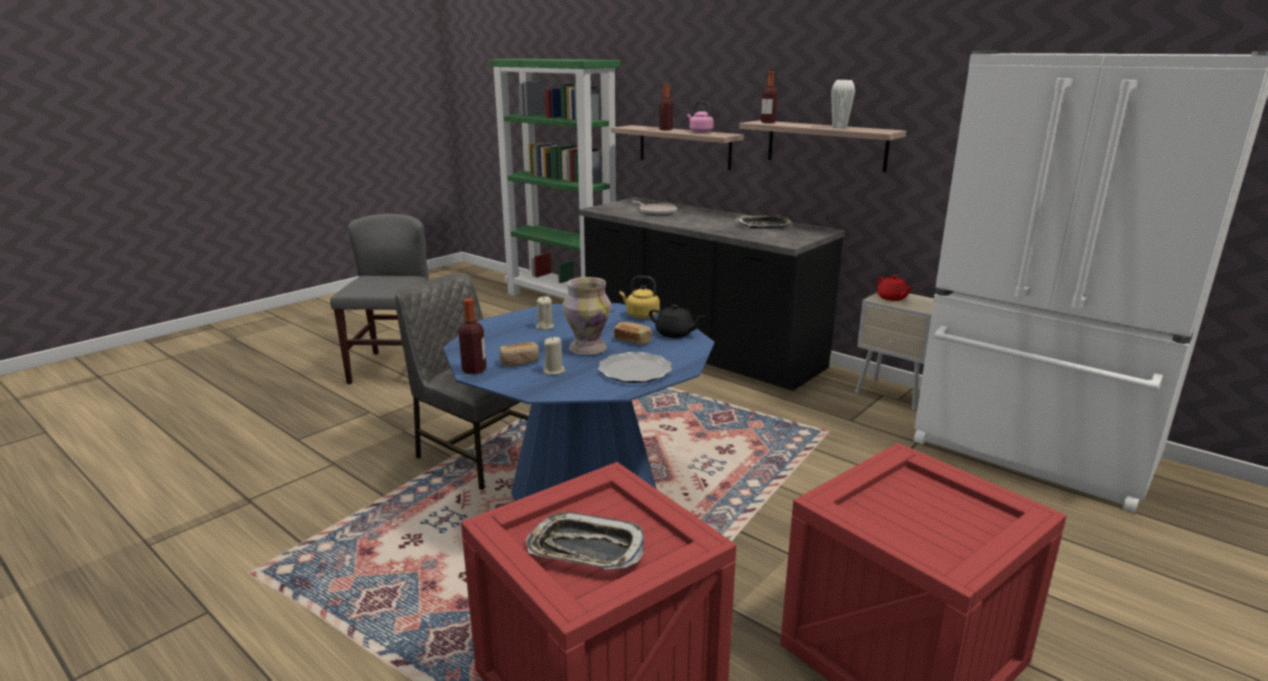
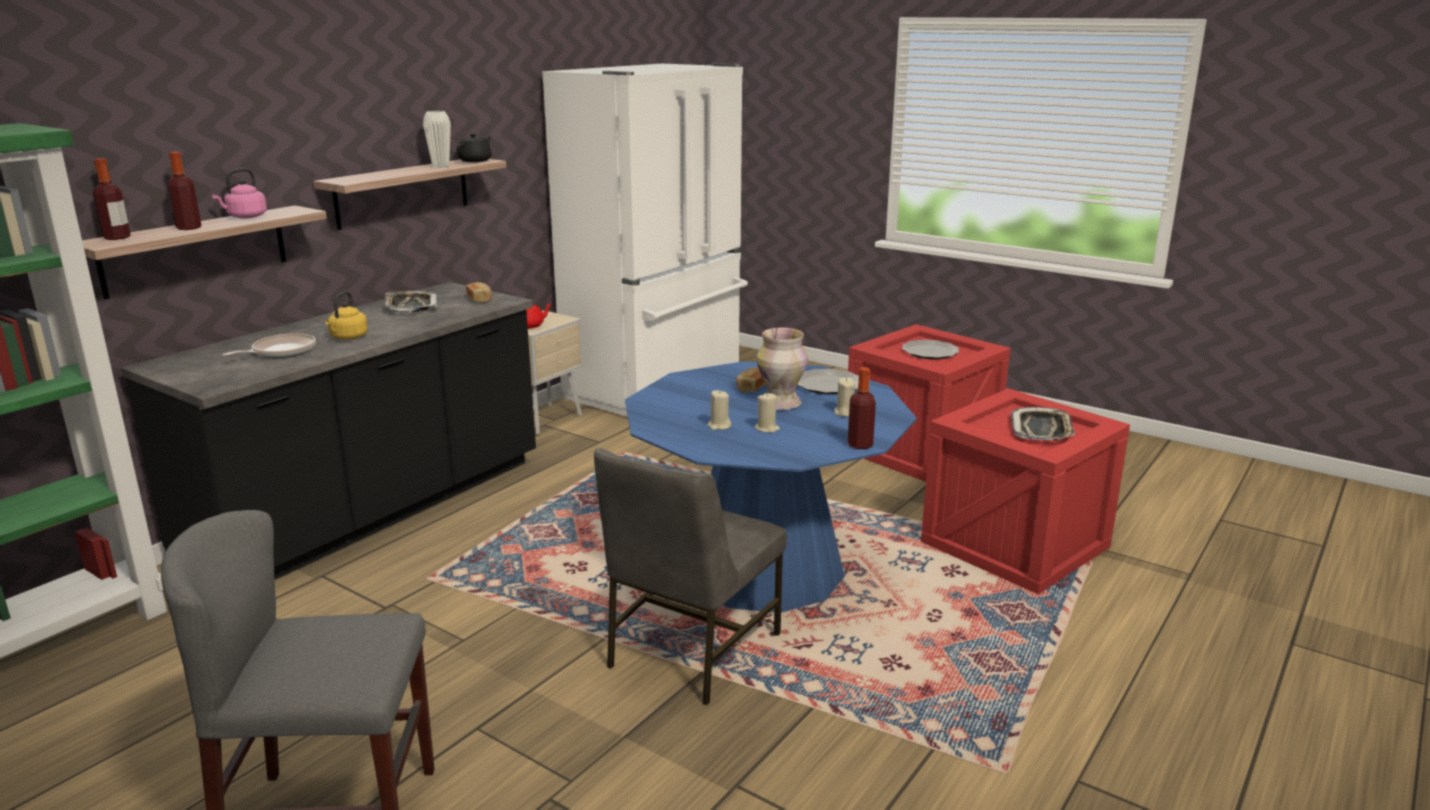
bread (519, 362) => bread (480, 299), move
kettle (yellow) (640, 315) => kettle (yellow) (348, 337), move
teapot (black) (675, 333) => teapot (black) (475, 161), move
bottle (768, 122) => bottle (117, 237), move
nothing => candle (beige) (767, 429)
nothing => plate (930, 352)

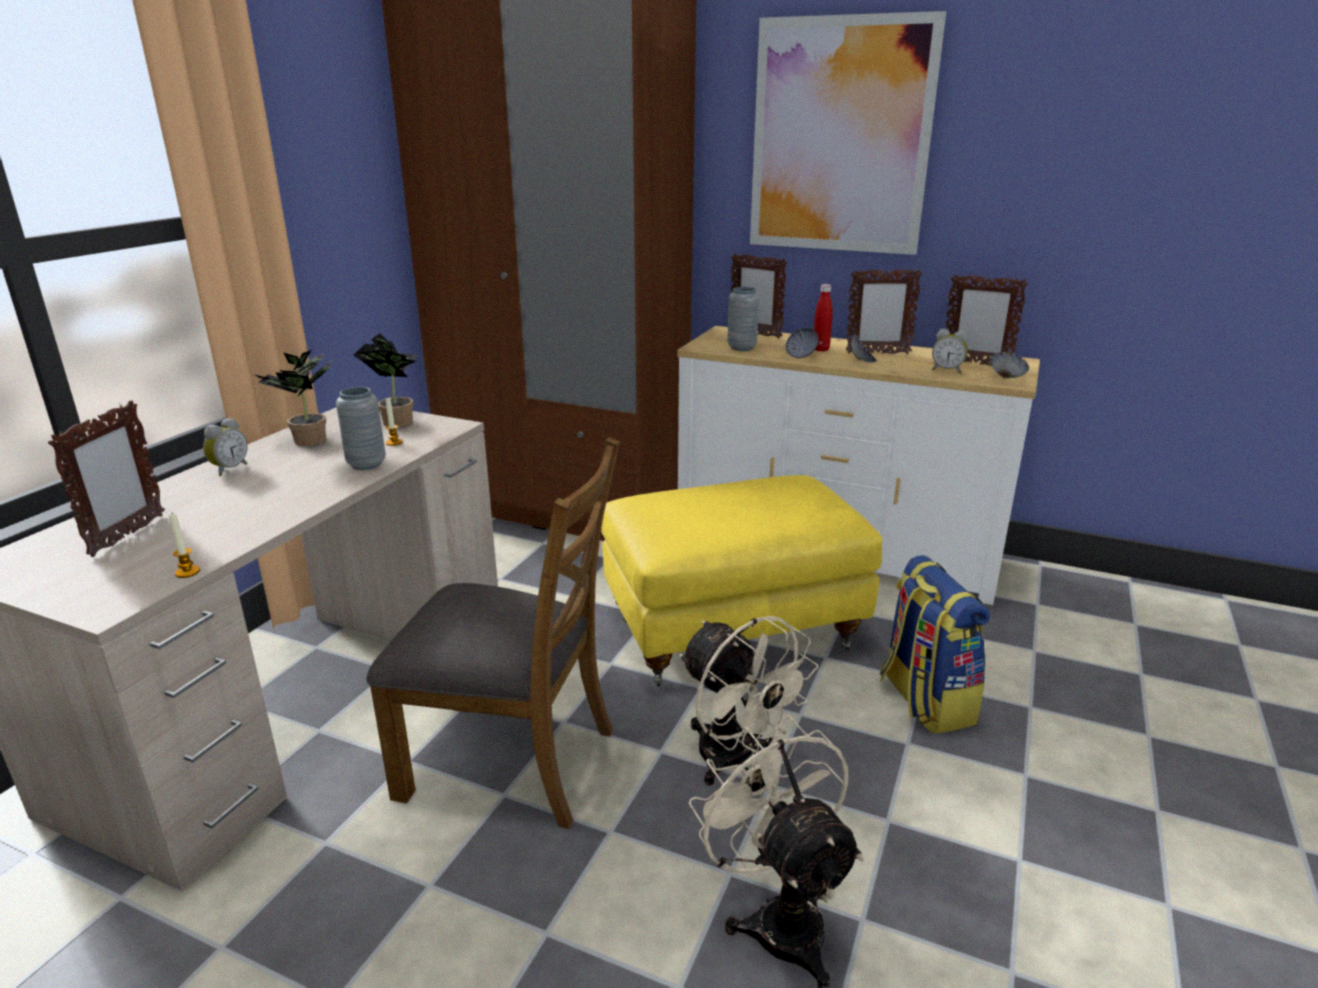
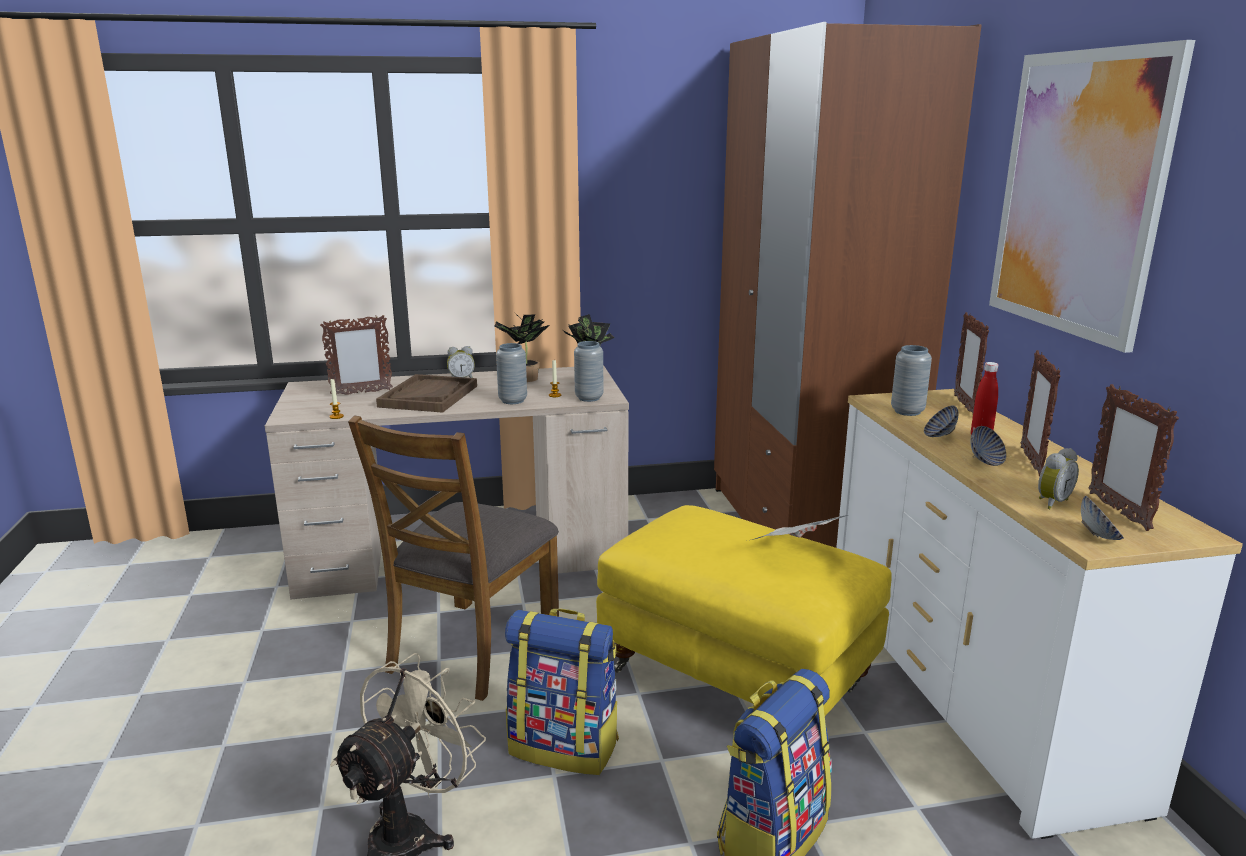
chair (brown) (511, 761) => chair (brown) (472, 647), 45 degrees clockwise
fan (beige) (735, 761) => backpack (565, 746)
picture frame (877, 353) => picture frame (1031, 461), 45 degrees clockwise
alarm clock (947, 370) => alarm clock (1051, 502), 120 degrees counterclockwise
nothing => tray (brown) (428, 396)
nothing => vase (grey) (589, 398)
nothing => newspaper (793, 552)

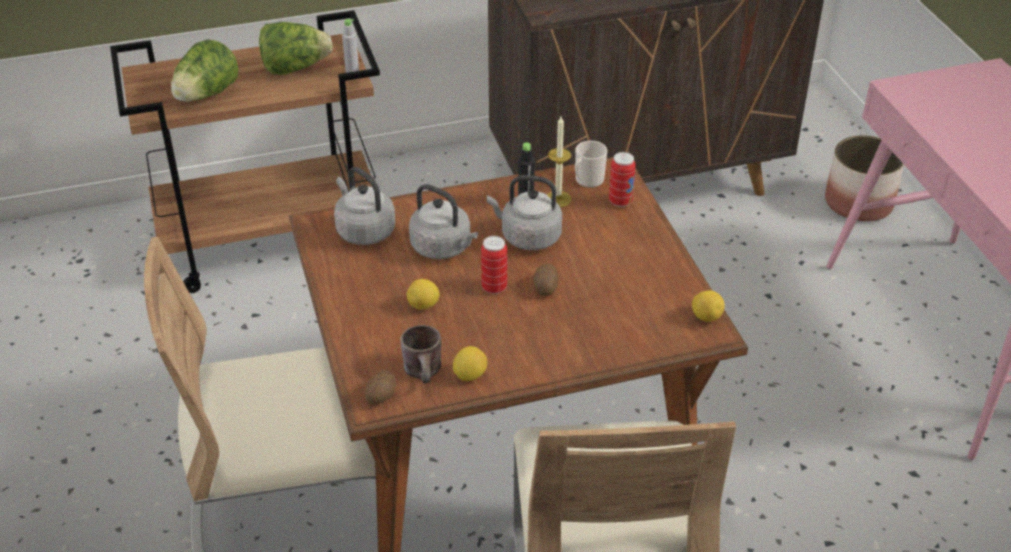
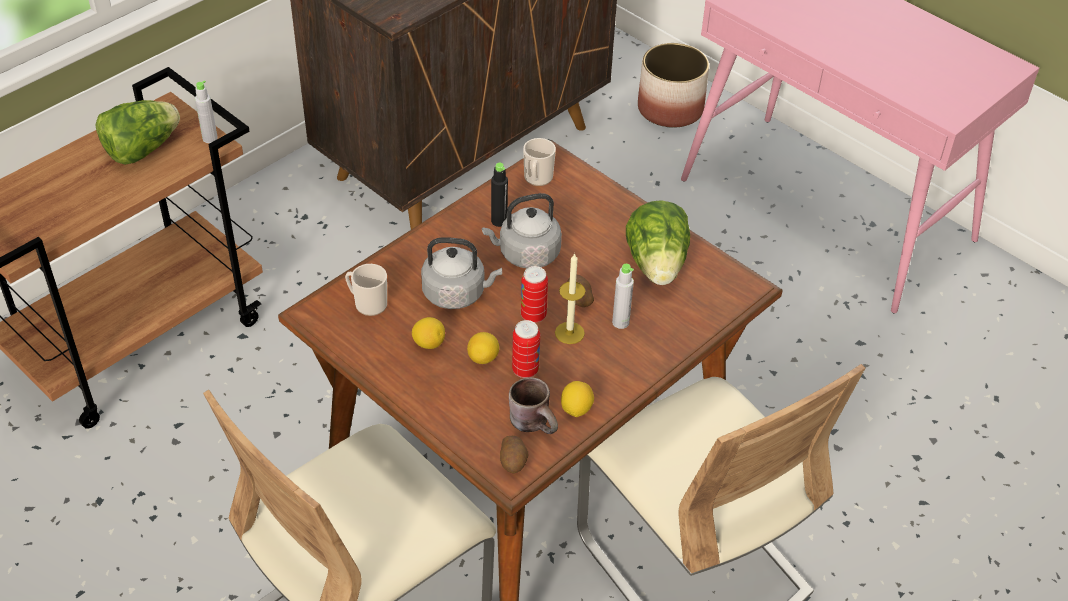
lettuce (207, 95) => lettuce (657, 265), move
kettle (grey) (363, 230) => mug (367, 303)
candle (558, 199) => candle (569, 333), move
can (620, 201) => can (525, 370), move
lemon (706, 317) => lemon (429, 343), move
nothing => bottle (grey) (620, 322)

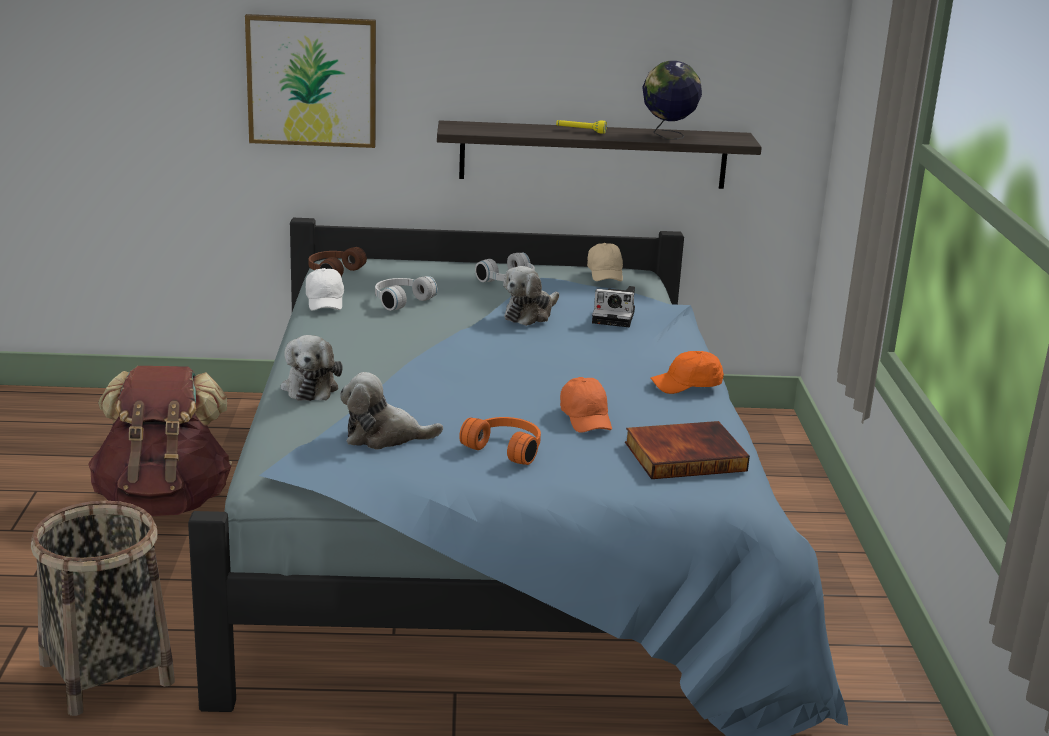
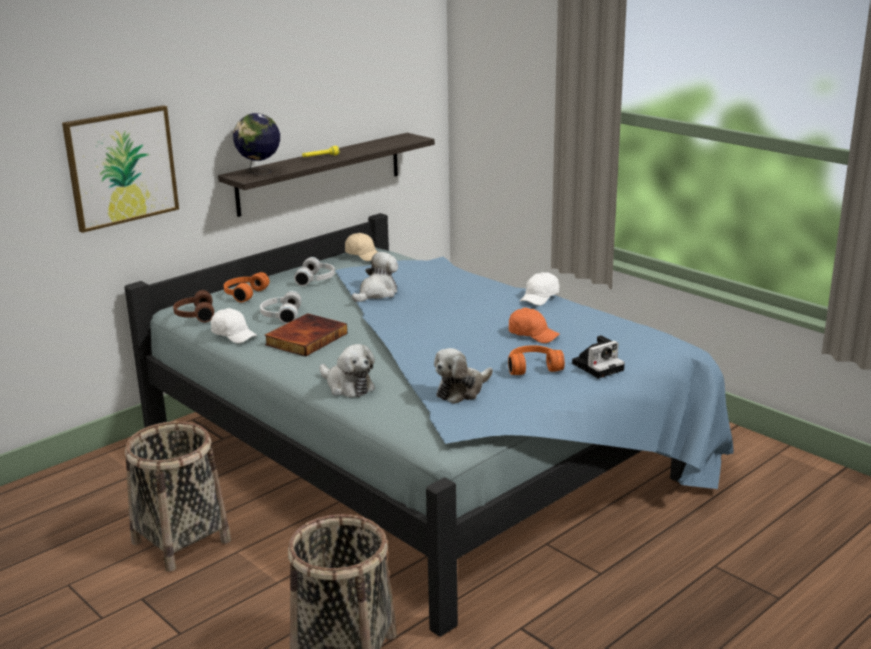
backpack (brown) (164, 502) => basket (181, 541)
plush toy (530, 314) => plush toy (377, 293), 135 degrees counterclockwise
photo camera (615, 317) => photo camera (598, 366), move
book (685, 455) => book (305, 338), move
globe (668, 136) => globe (259, 172), move
cap (orange) (687, 385) => cap (white) (540, 298)
nothing => headphones (orange) (243, 294)

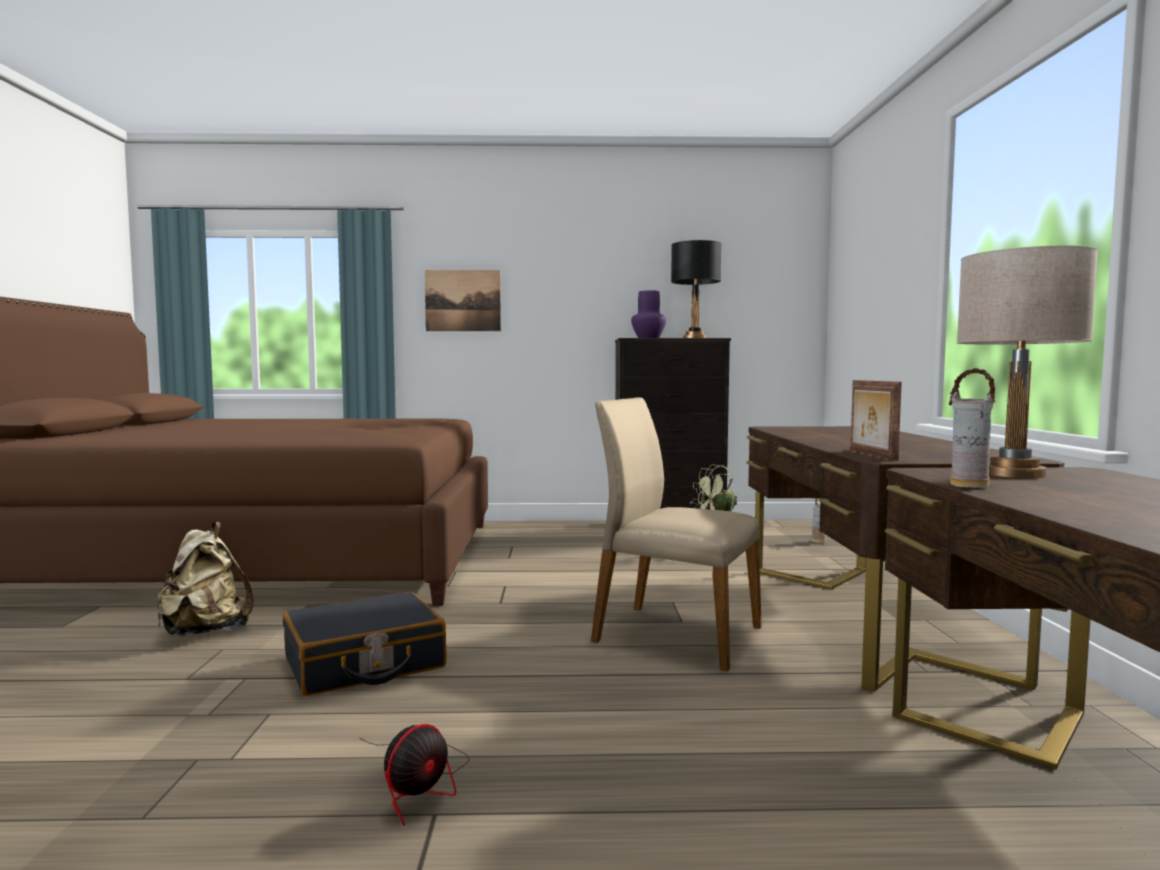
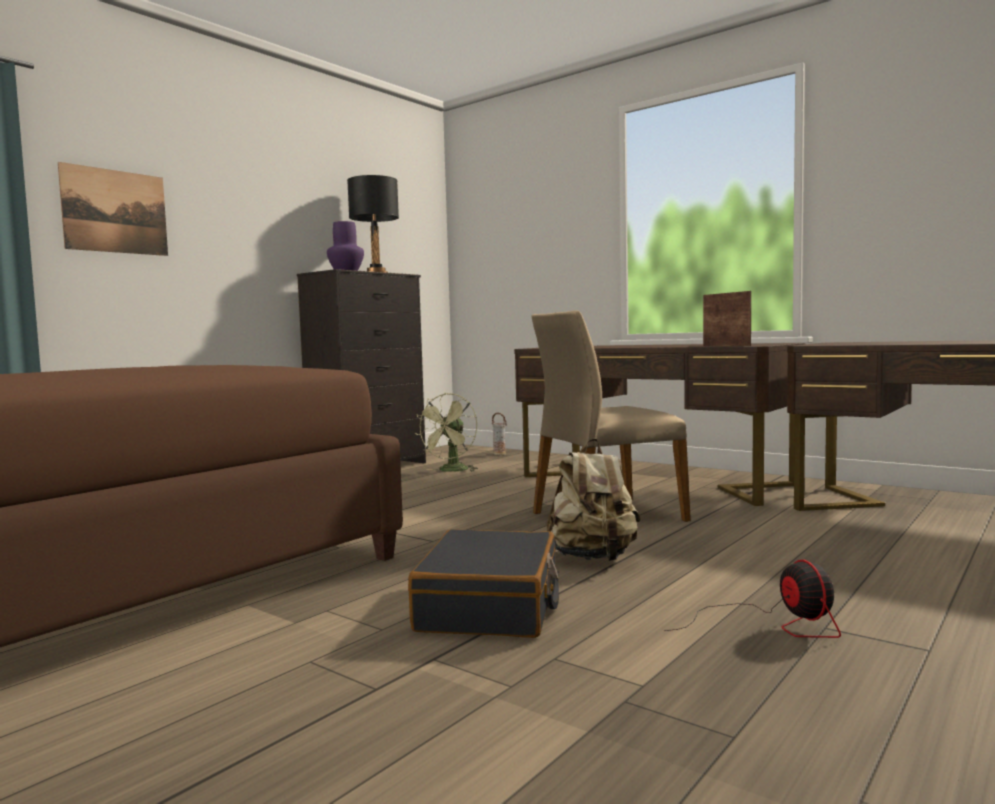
backpack (beige) (205, 631) => backpack (beige) (593, 558), move
picture frame (871, 454) => picture frame (727, 345), 150 degrees counterclockwise
vase (968, 485) => nothing
table lamp (beige) (1014, 474) => nothing

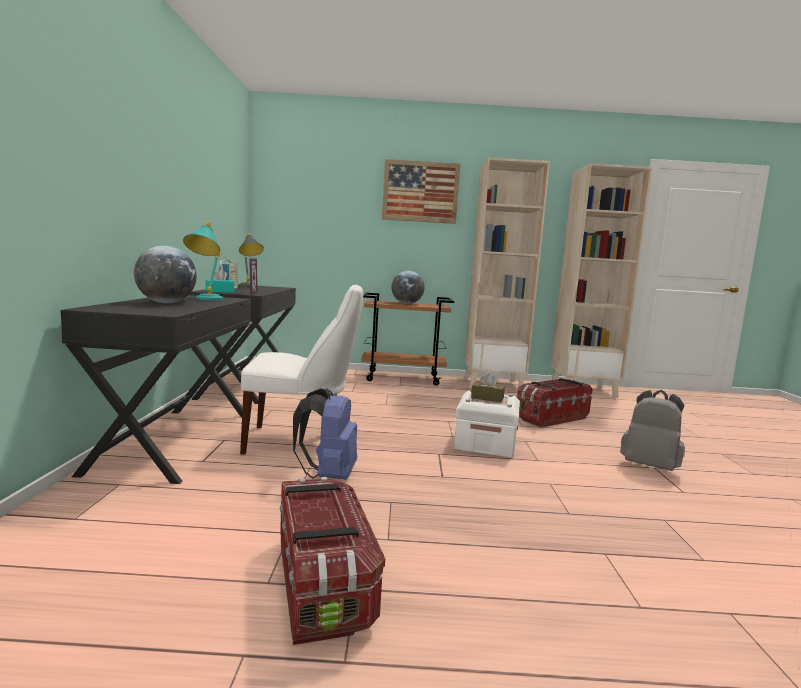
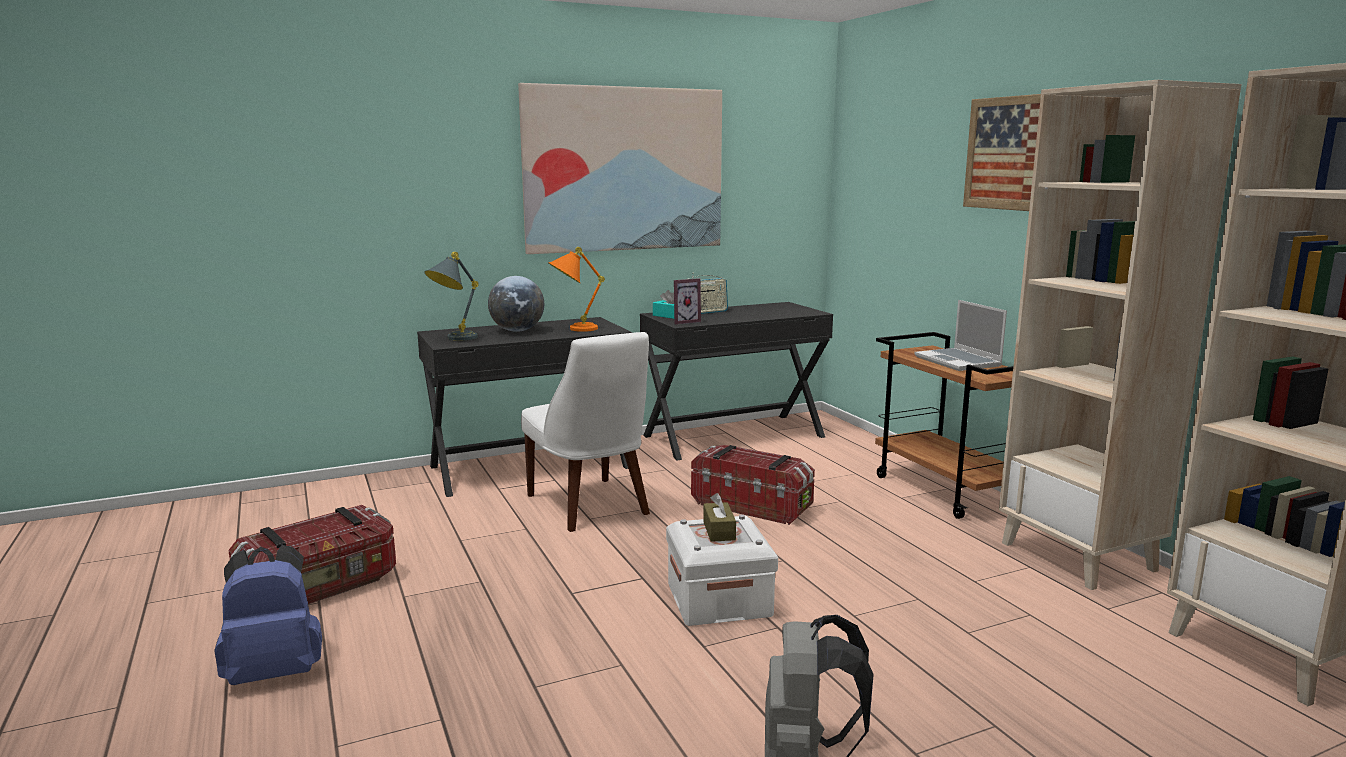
table lamp (turquoise) (204, 300) => table lamp (orange) (573, 329)
table lamp (grey) (249, 286) => table lamp (grey) (453, 339), move
backpack (blue) (328, 475) => backpack (blue) (276, 671), move
globe (407, 303) => laptop (959, 361)
storage box (550, 418) => storage box (752, 506), move
nothing => picture (624, 169)

